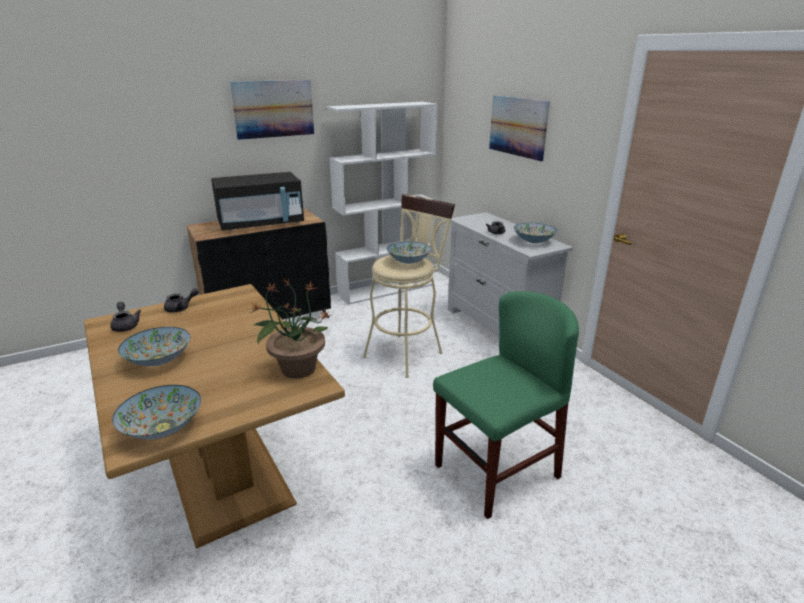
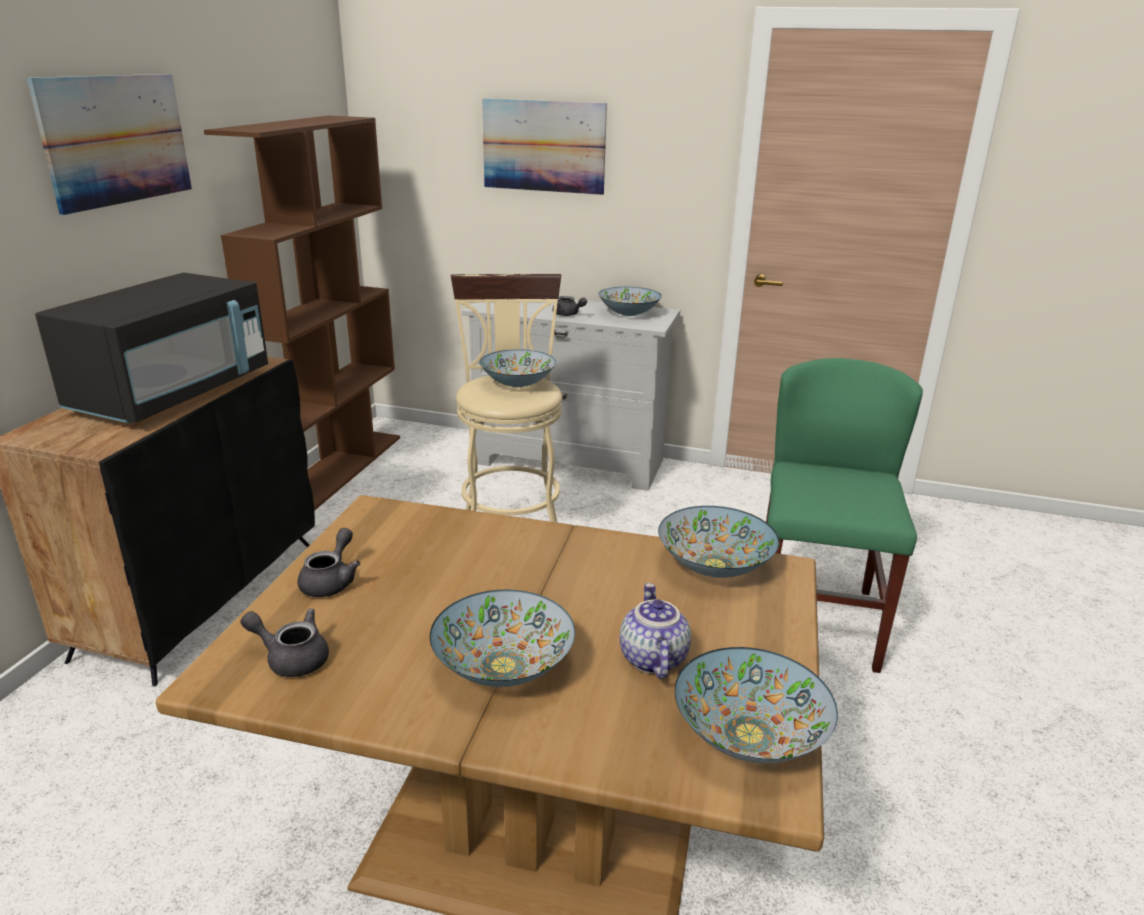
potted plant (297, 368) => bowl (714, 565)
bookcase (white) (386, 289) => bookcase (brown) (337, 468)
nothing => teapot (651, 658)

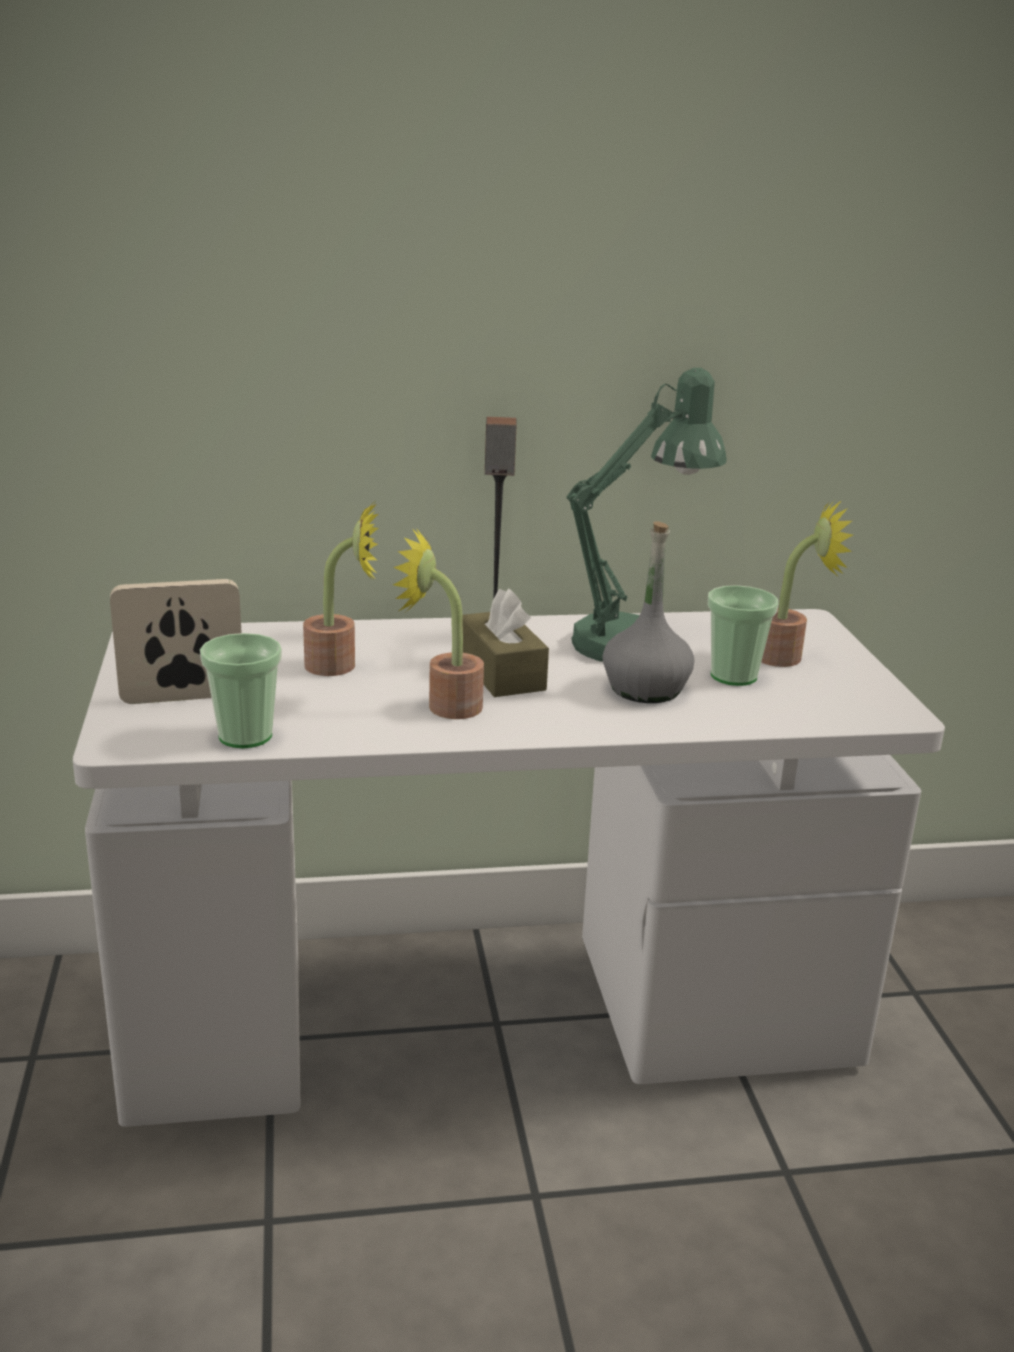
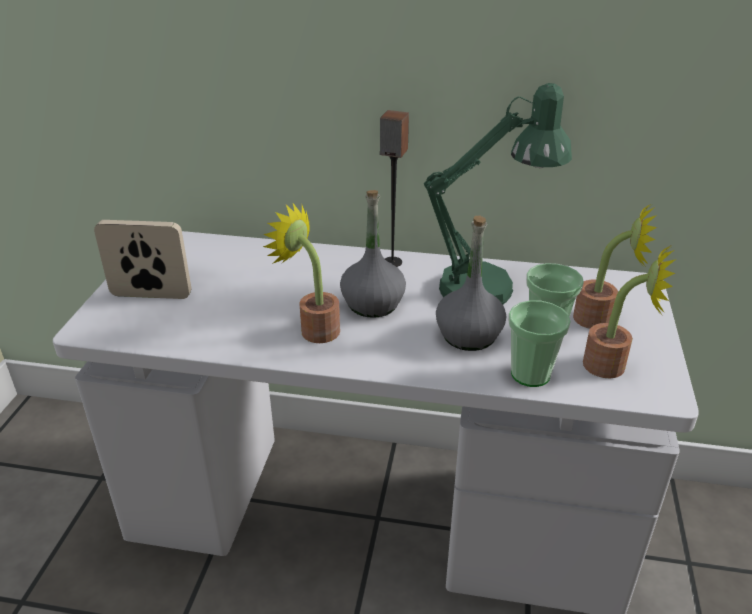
cup (245, 736) => cup (530, 374), move
potted plant (341, 665) => potted plant (613, 366), move
tissue box (brown) (501, 673) => bottle (grey) (372, 304)

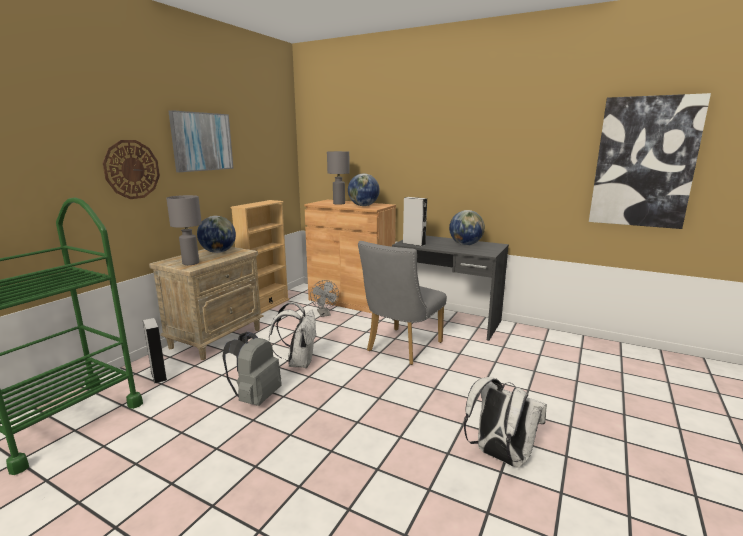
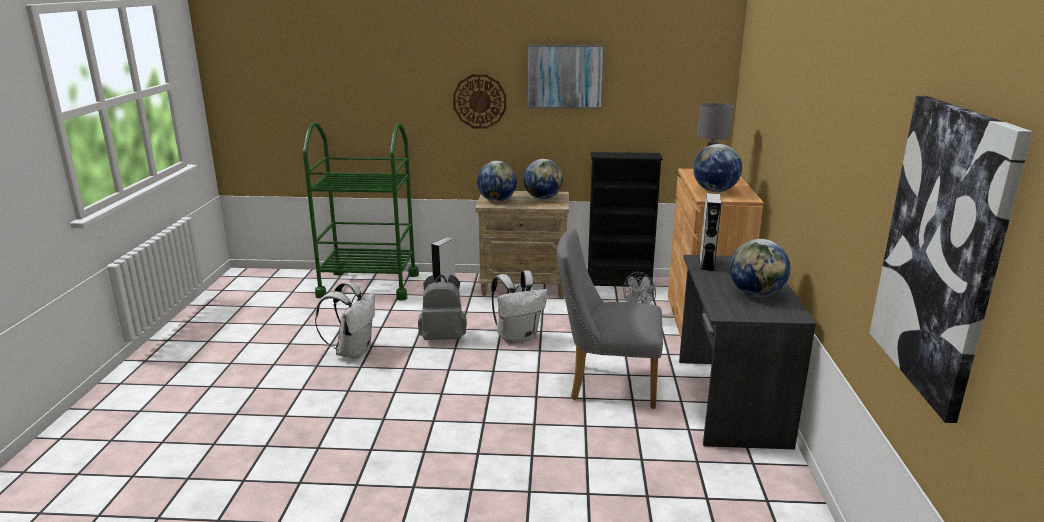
table lamp (grey) (190, 263) => globe (497, 200)
bookcase (beige) (265, 306) => bookcase (black) (619, 281)
backpack (white) (499, 456) => backpack (white) (353, 351), move

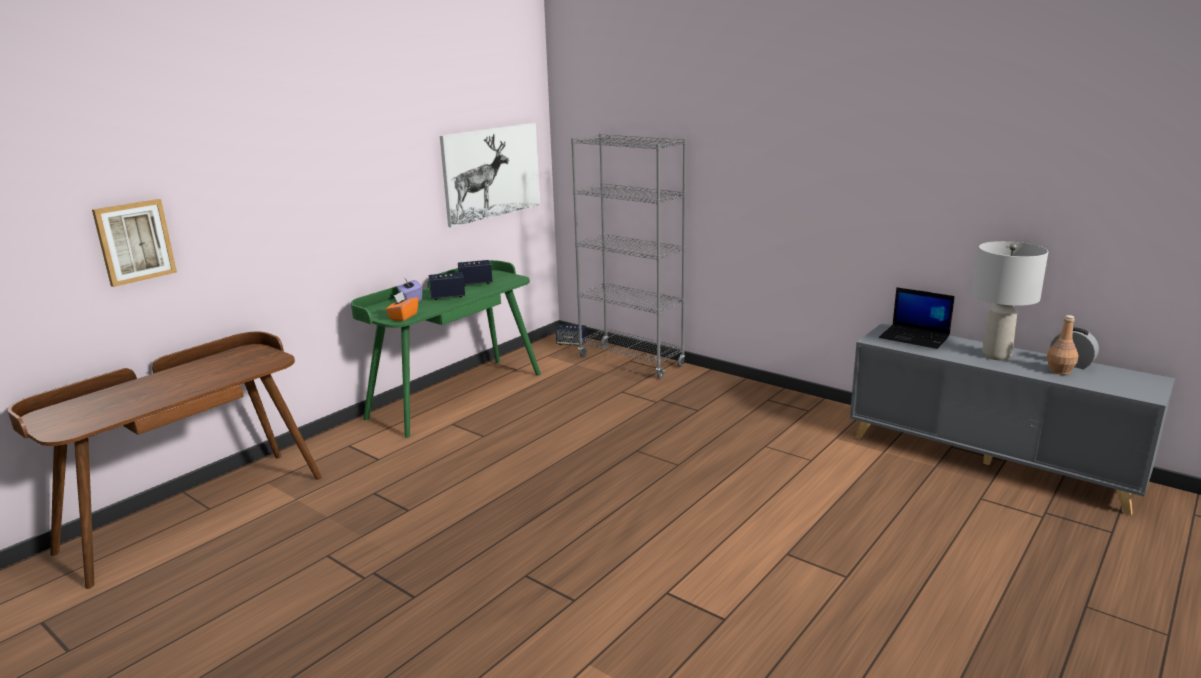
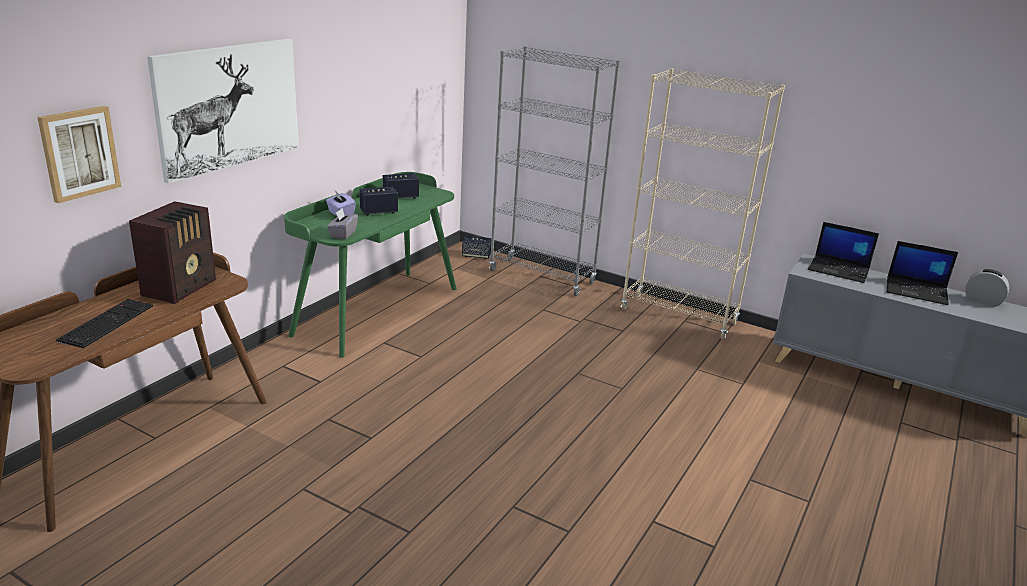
tissue box (orange) (403, 317) => tissue box (grey) (343, 234)
picture (491, 172) => picture (229, 106), move
table lamp (grey) (997, 355) => laptop (917, 291)
bottle (brown) (1059, 371) => nothing
nothing => keyboard (106, 322)
nothing => radio (181, 288)
nothing => bookcase (beige) (678, 316)

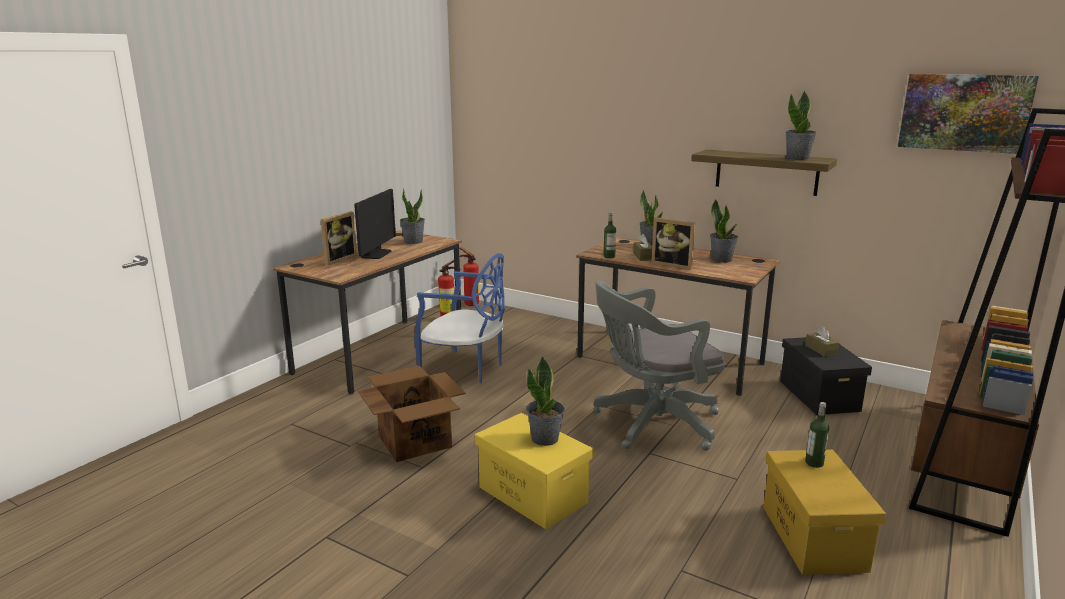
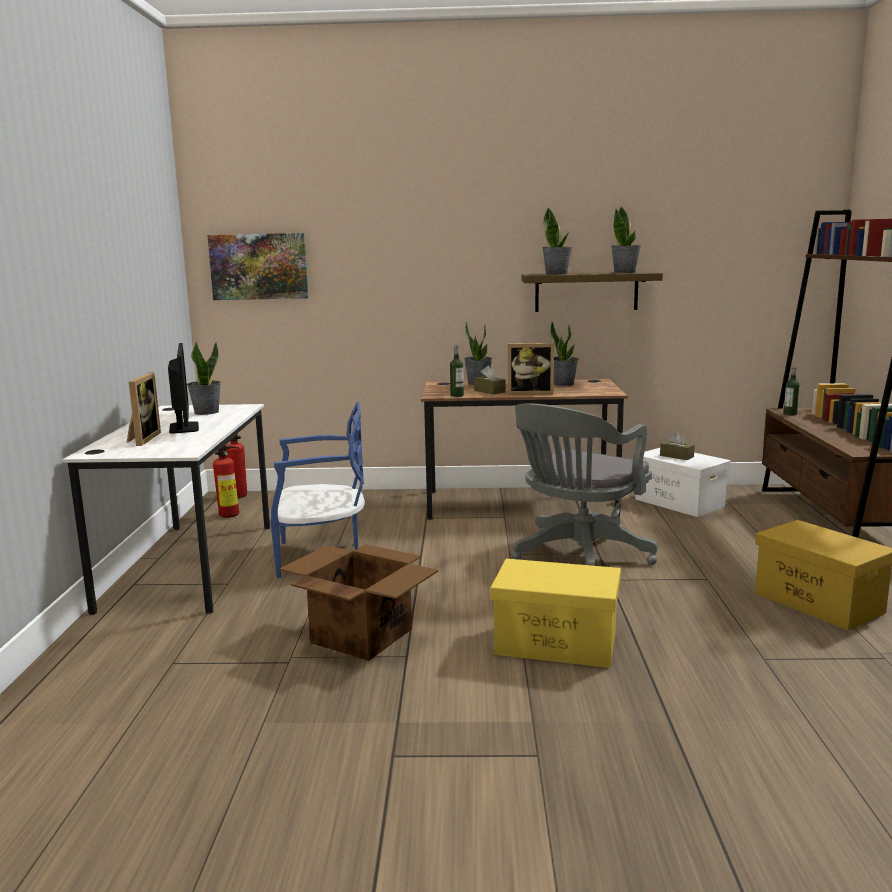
desk (brown) (381, 353) => desk (white) (191, 565)
potted plant (545, 438) => potted plant (556, 274), move
storage box (black) (818, 395) => storage box (white) (678, 502)
bottle (814, 463) => bottle (790, 414), move
picture (964, 112) => picture (259, 266), move

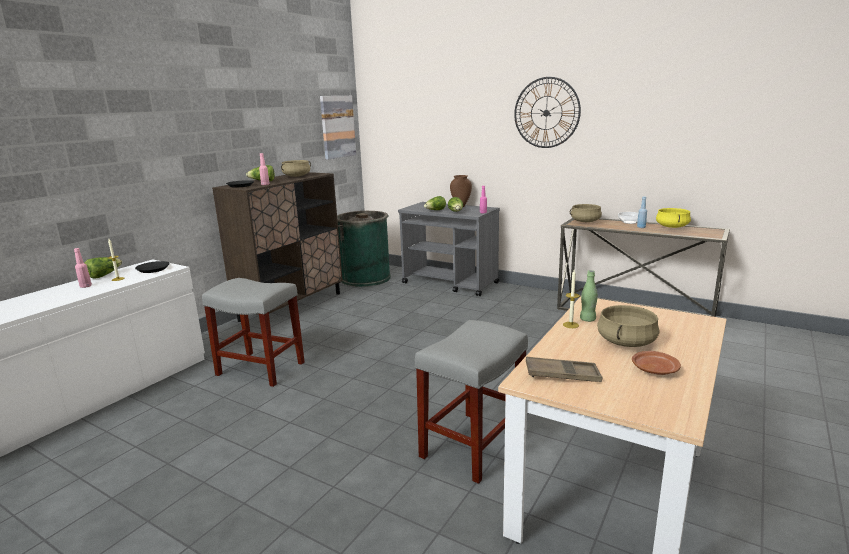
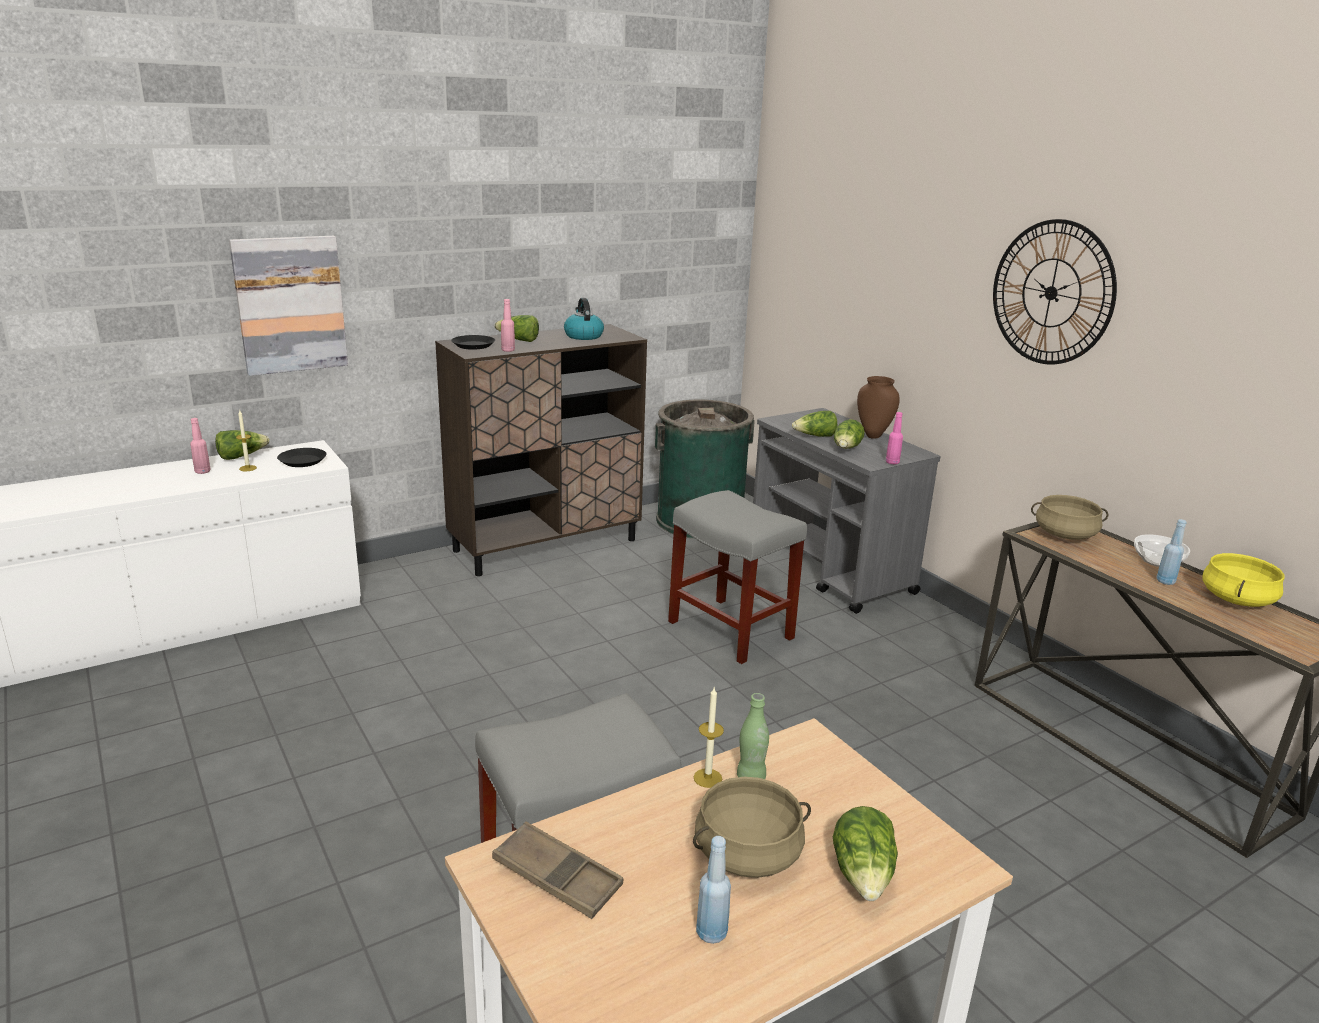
stool (grey) (262, 369) => stool (grey) (732, 630), move
cooking pot (beige) (296, 176) => kettle (583, 336)
picture (337, 127) => picture (290, 304), move
plate (brown) (654, 369) => bottle (blue) (711, 933)
nothing => lettuce (863, 875)

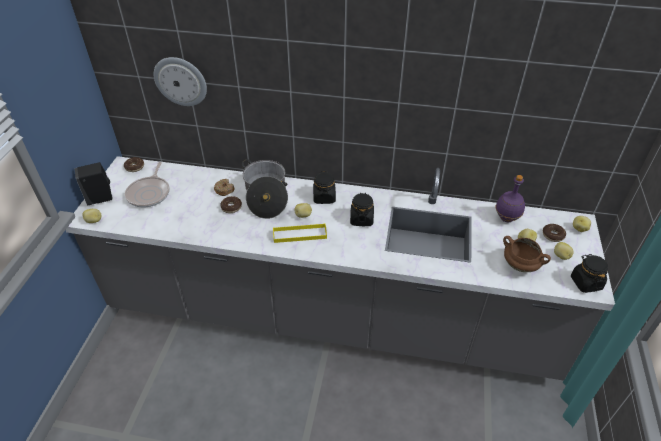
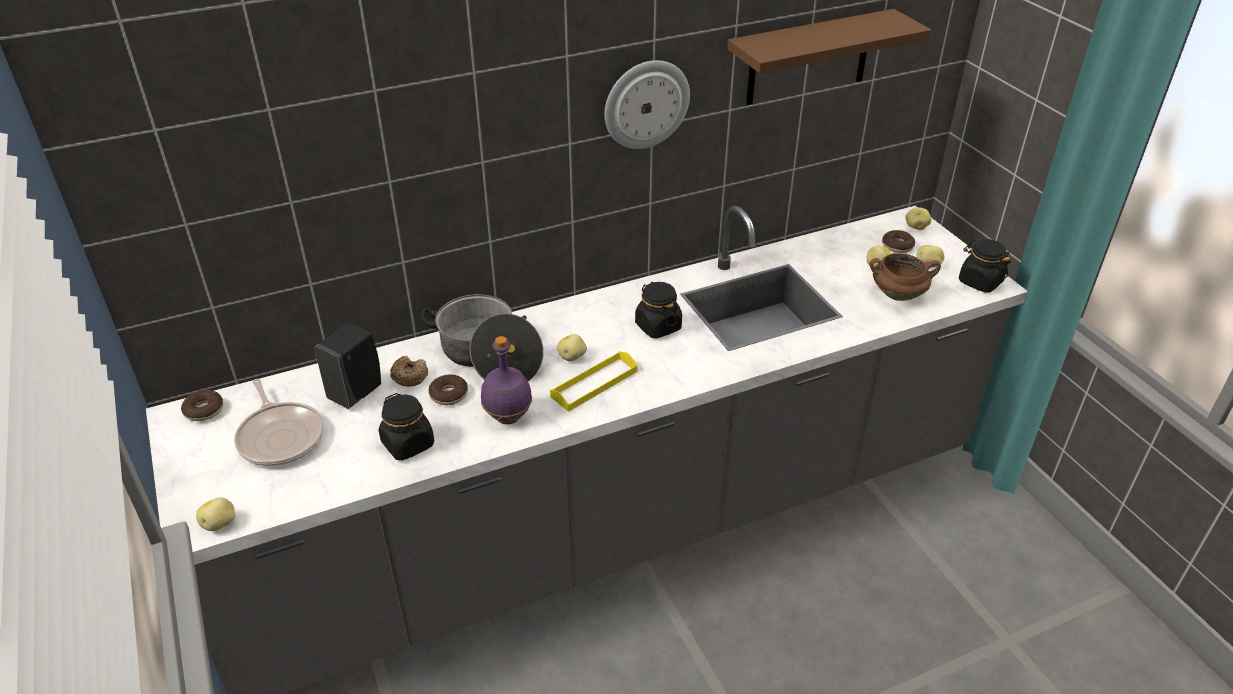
soap dispenser (black) (101, 199) => soap dispenser (black) (357, 392), move
wall clock (181, 81) => wall clock (646, 104), move
jar (black) (324, 197) => jar (black) (408, 444), move
bottle (purple) (506, 218) => bottle (purple) (508, 417), move
nothing => shelf (brown) (808, 58)

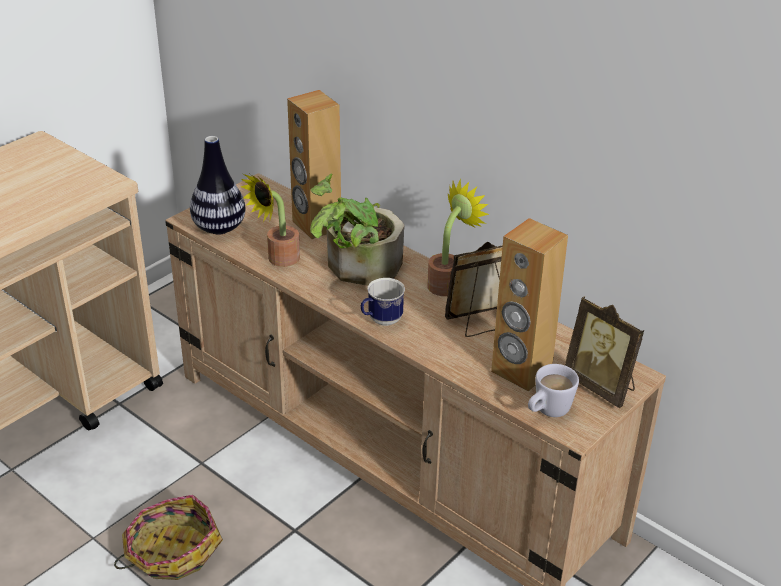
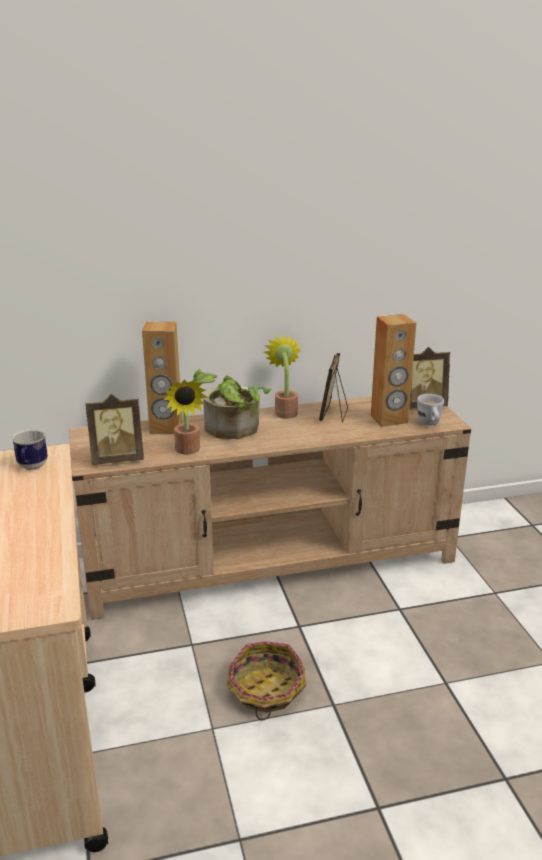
vase (219, 228) => picture frame (117, 459)
mug (381, 321) => mug (31, 468), move

